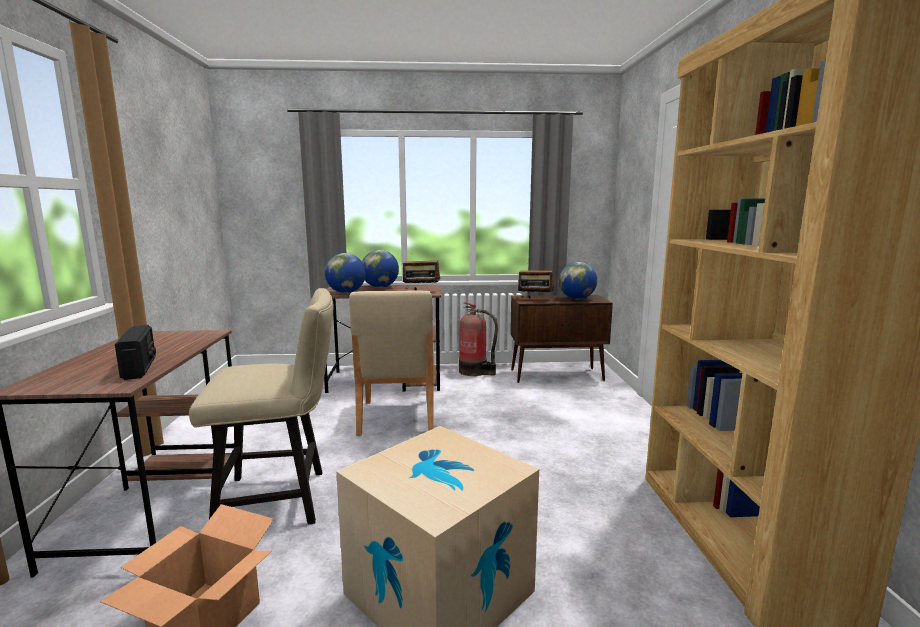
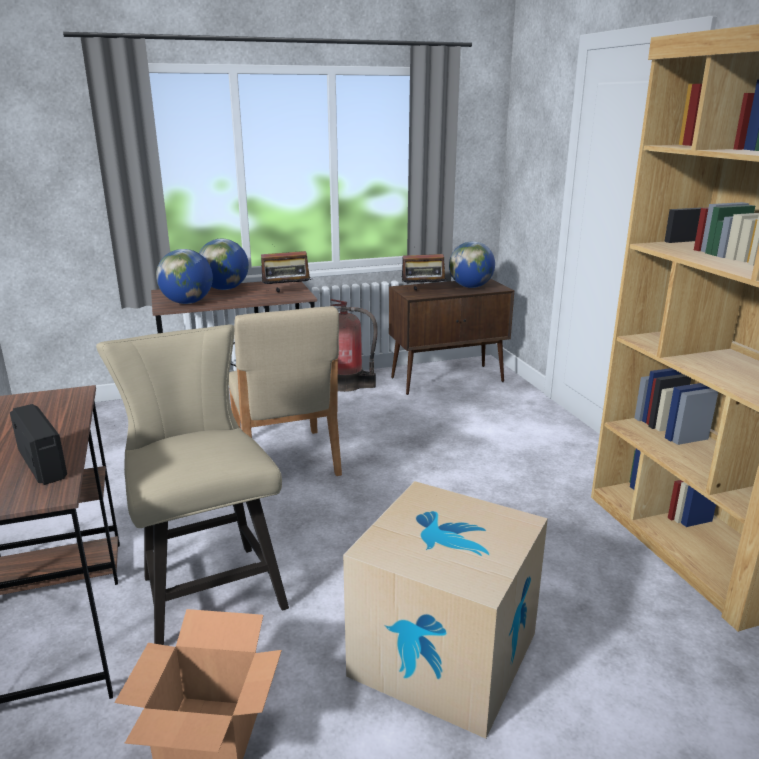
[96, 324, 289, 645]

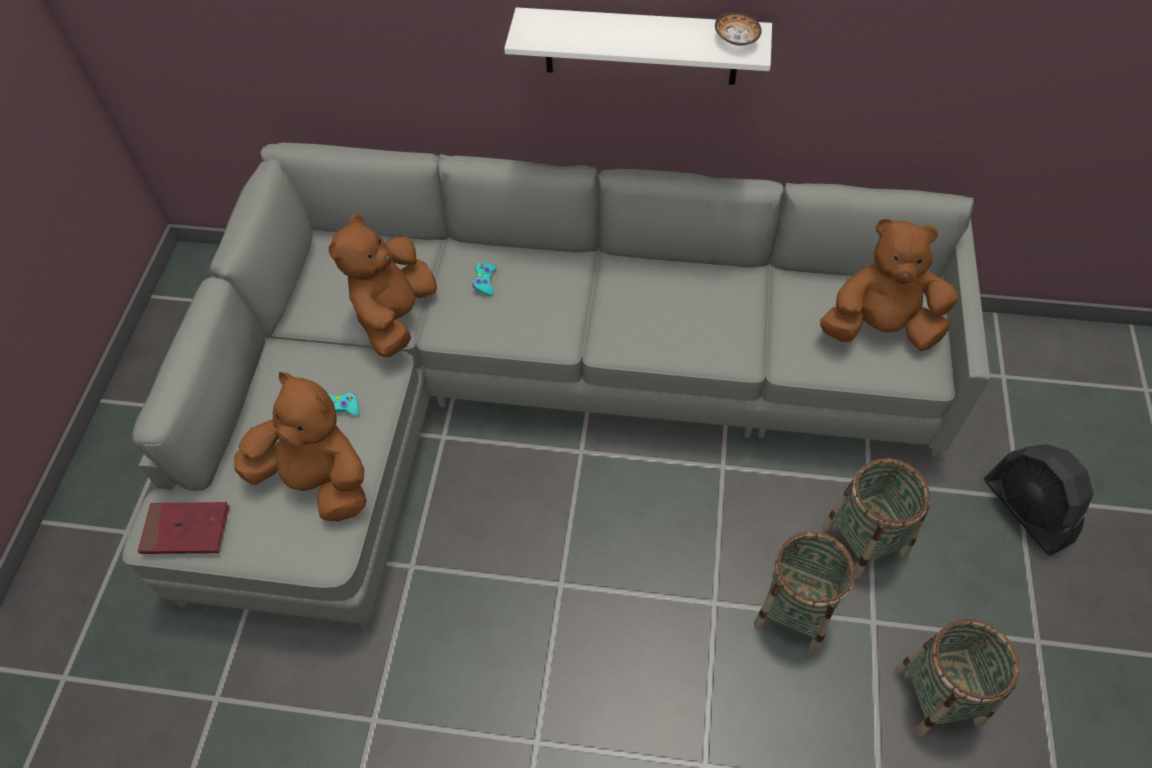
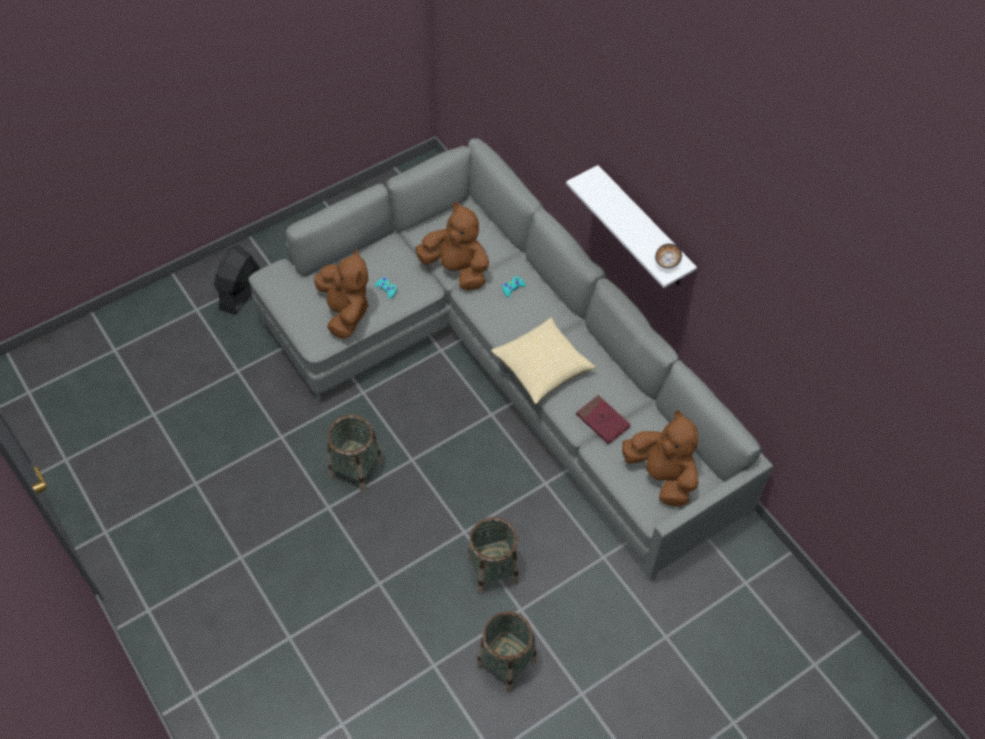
[576, 395, 631, 444]
[415, 202, 489, 290]
[327, 415, 383, 492]
[214, 246, 260, 315]
[491, 317, 596, 404]

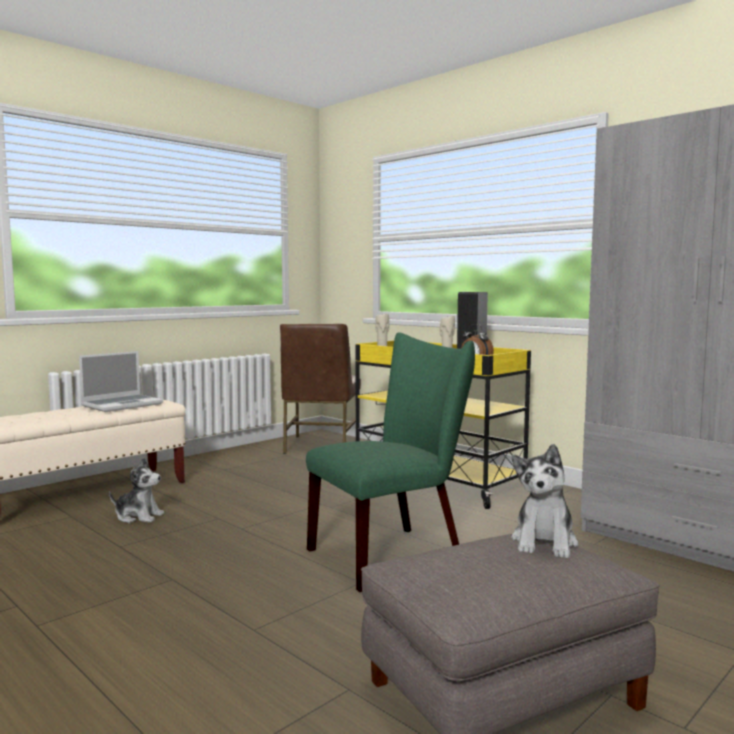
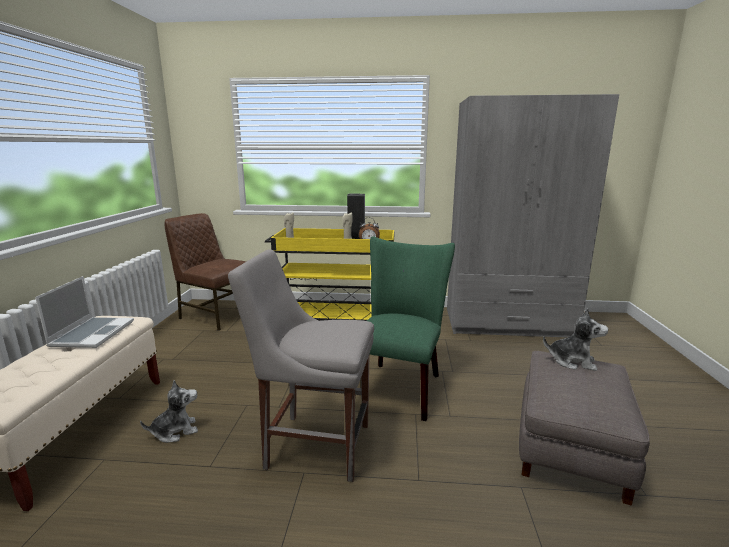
[164, 213, 246, 331]
[543, 308, 609, 371]
[228, 250, 374, 482]

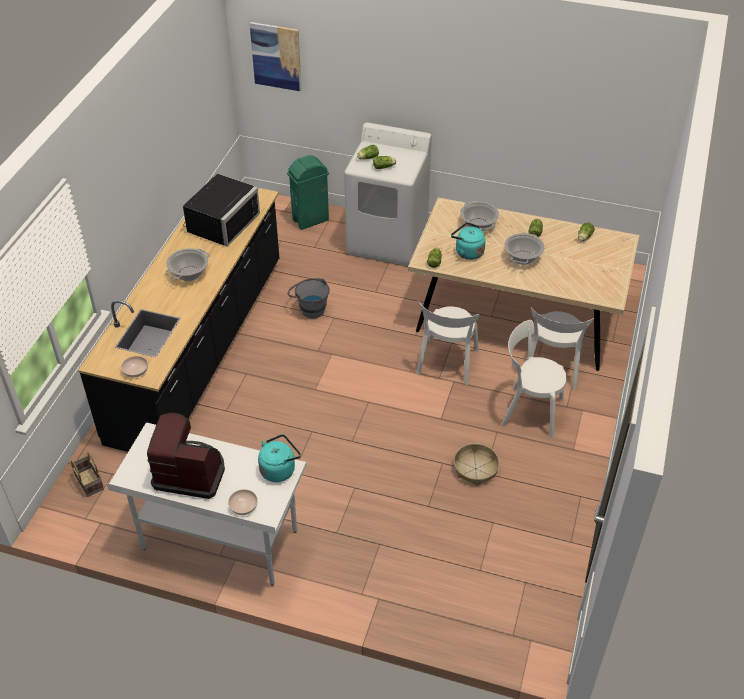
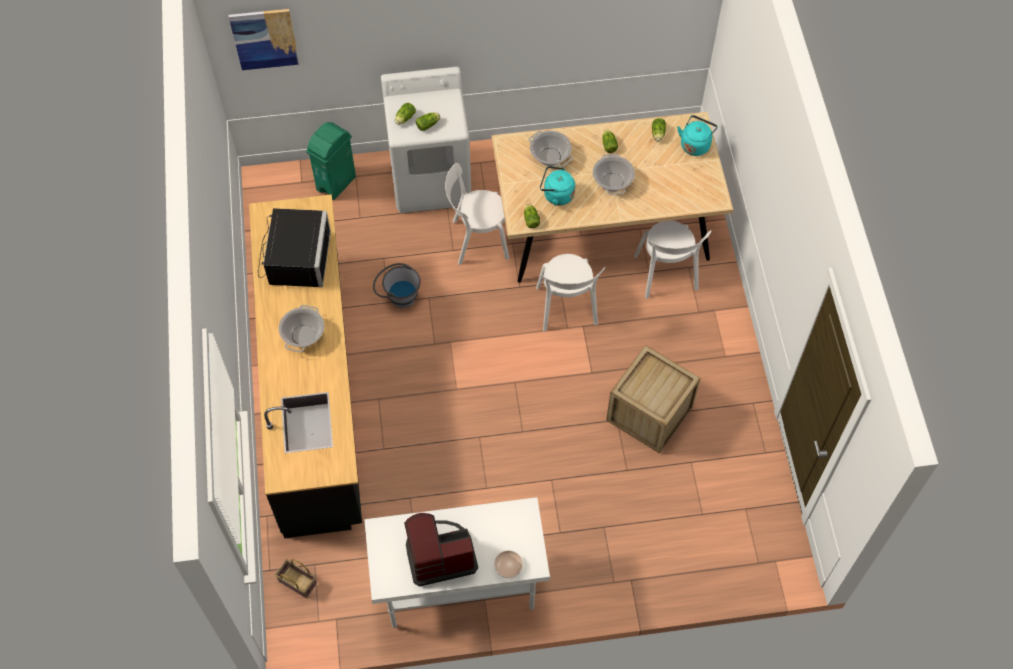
[121, 356, 148, 377] (first image)
[677, 115, 718, 156]
[606, 345, 700, 454]
[445, 163, 509, 265]

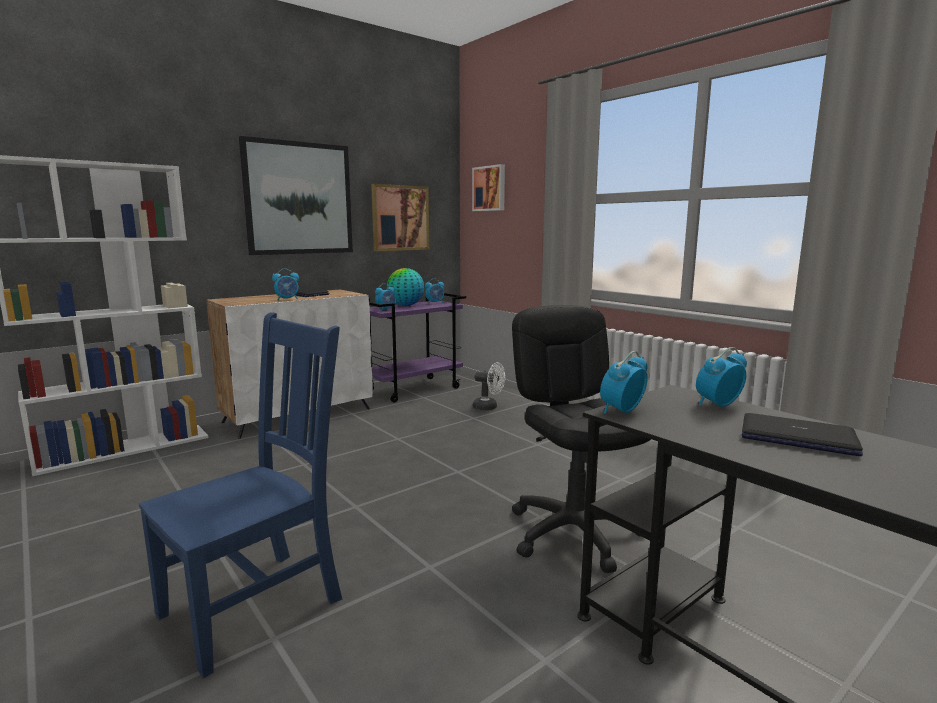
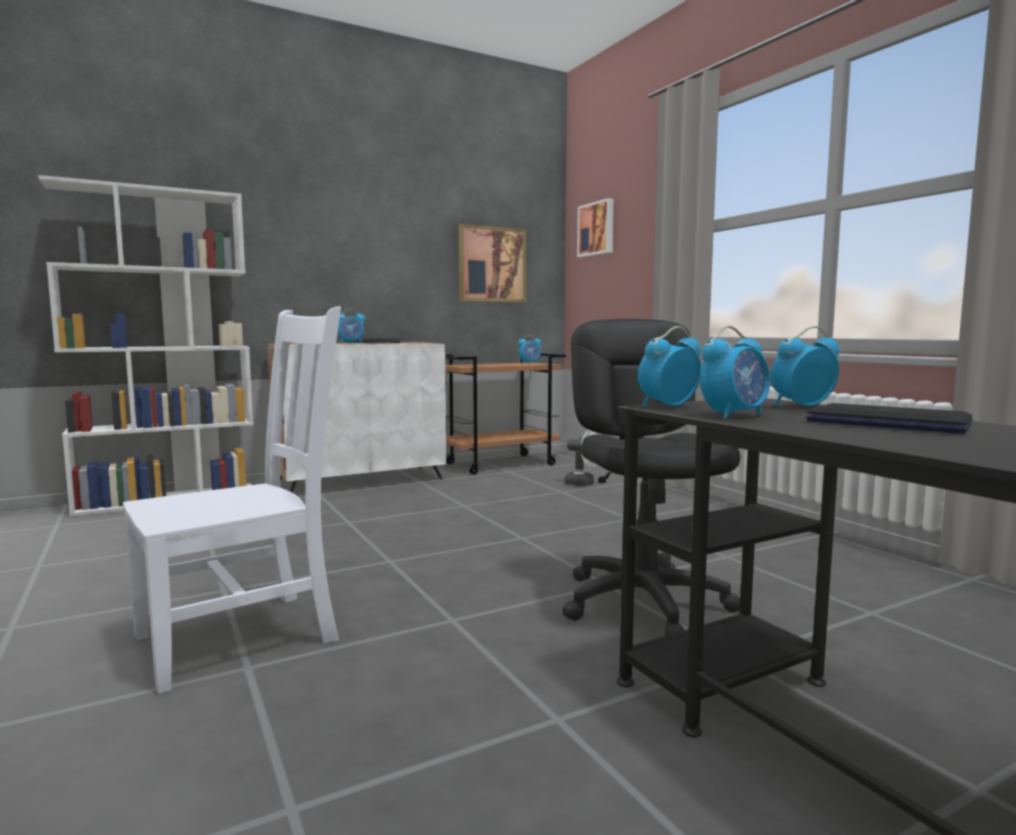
[123, 306, 341, 694]
[239, 136, 353, 255] (first image)
[445, 353, 566, 475]
[700, 326, 770, 419]
[387, 268, 424, 306] (first image)

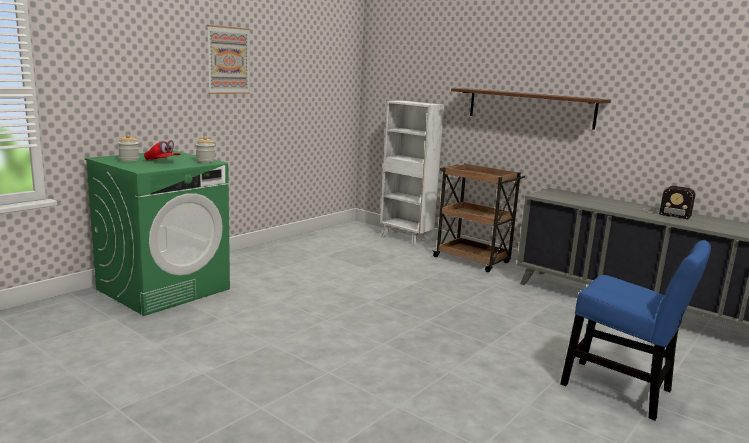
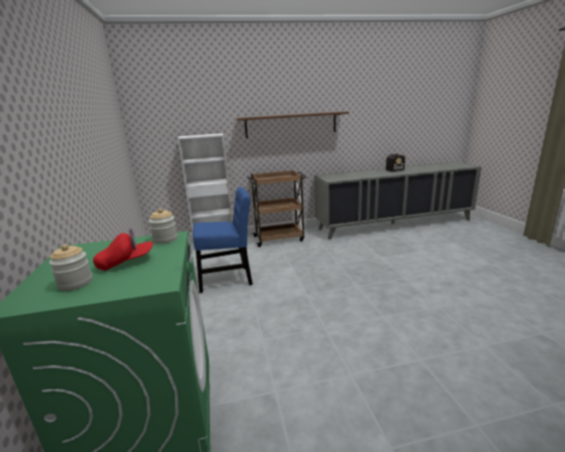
[207, 25, 250, 94] (first image)
[193, 187, 253, 293]

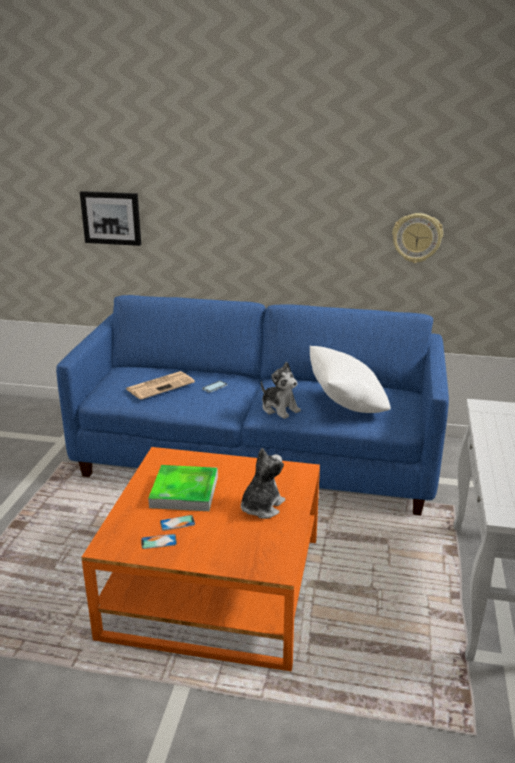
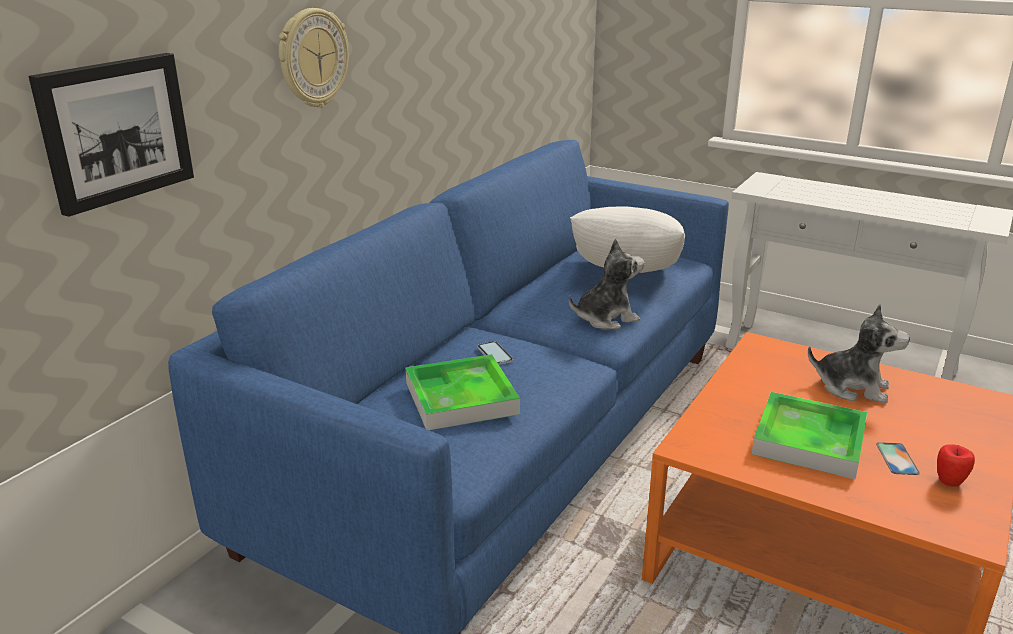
[405, 354, 520, 430]
[937, 444, 975, 487]
[808, 304, 910, 403]
[279, 8, 349, 108]

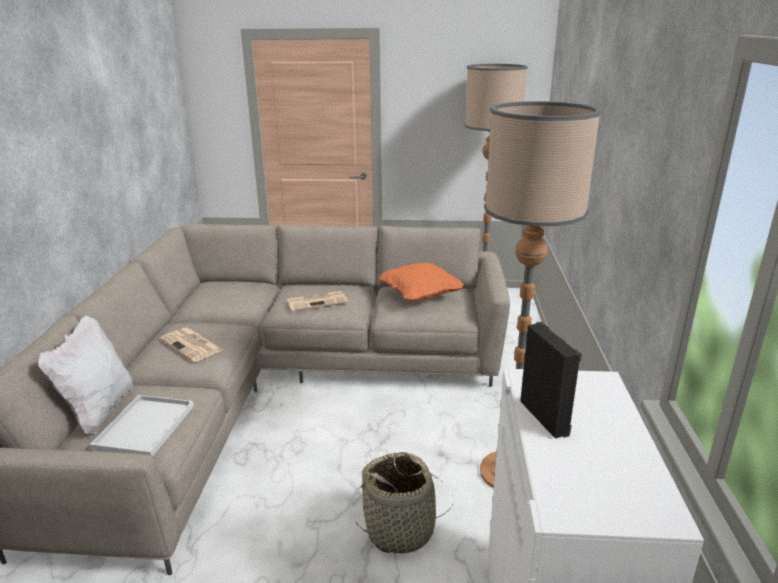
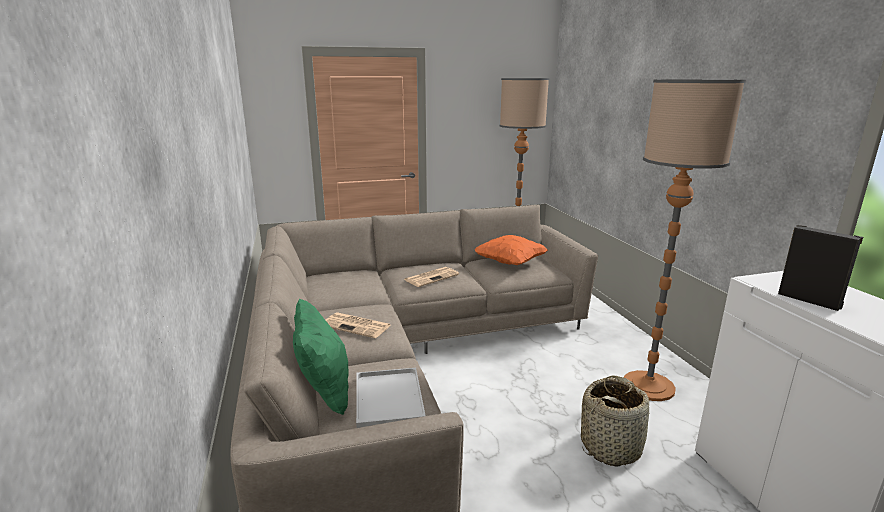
[293, 298, 349, 415]

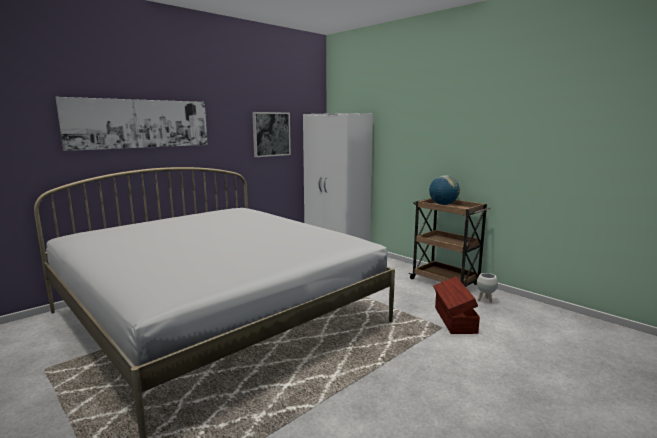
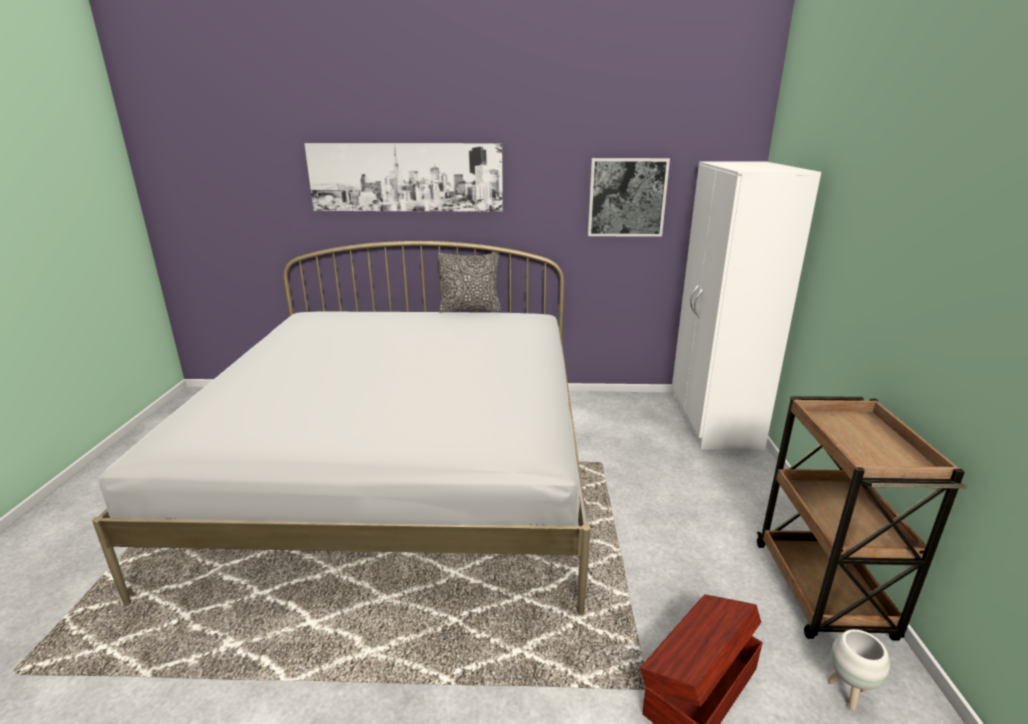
[429, 175, 460, 205] (first image)
[438, 252, 501, 313]

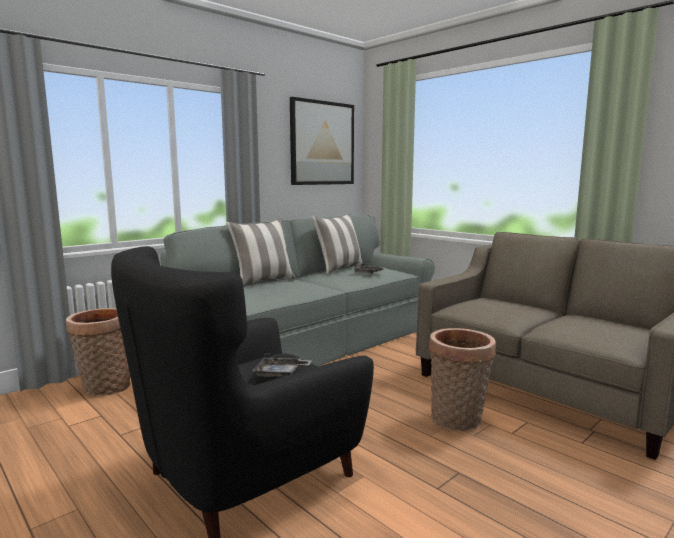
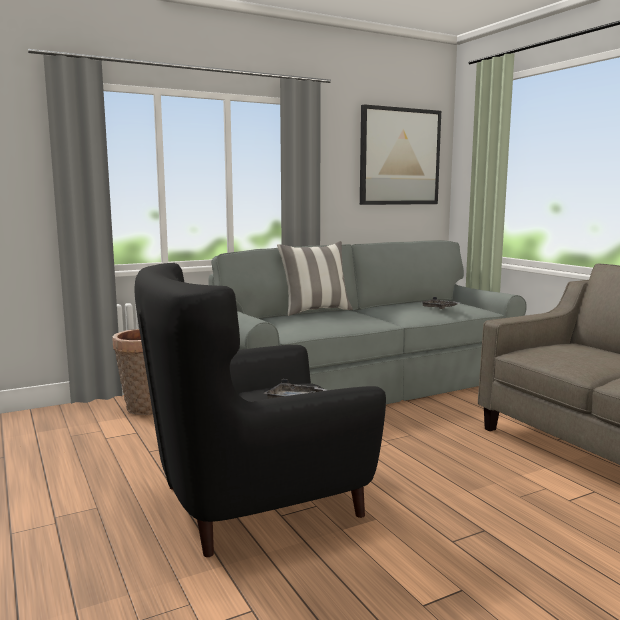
[312, 213, 363, 274] (first image)
[429, 328, 496, 431] (first image)

